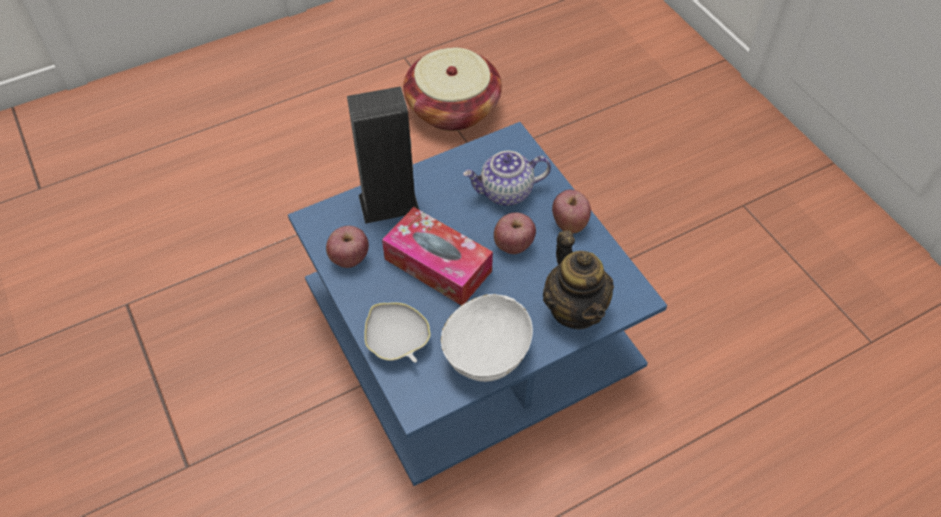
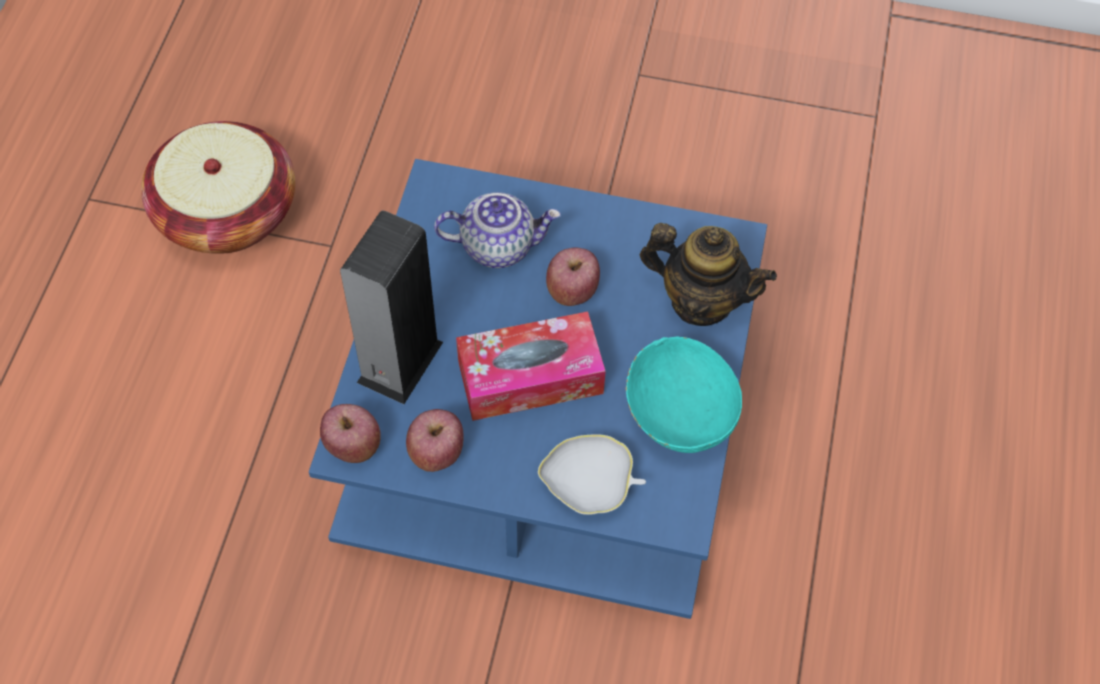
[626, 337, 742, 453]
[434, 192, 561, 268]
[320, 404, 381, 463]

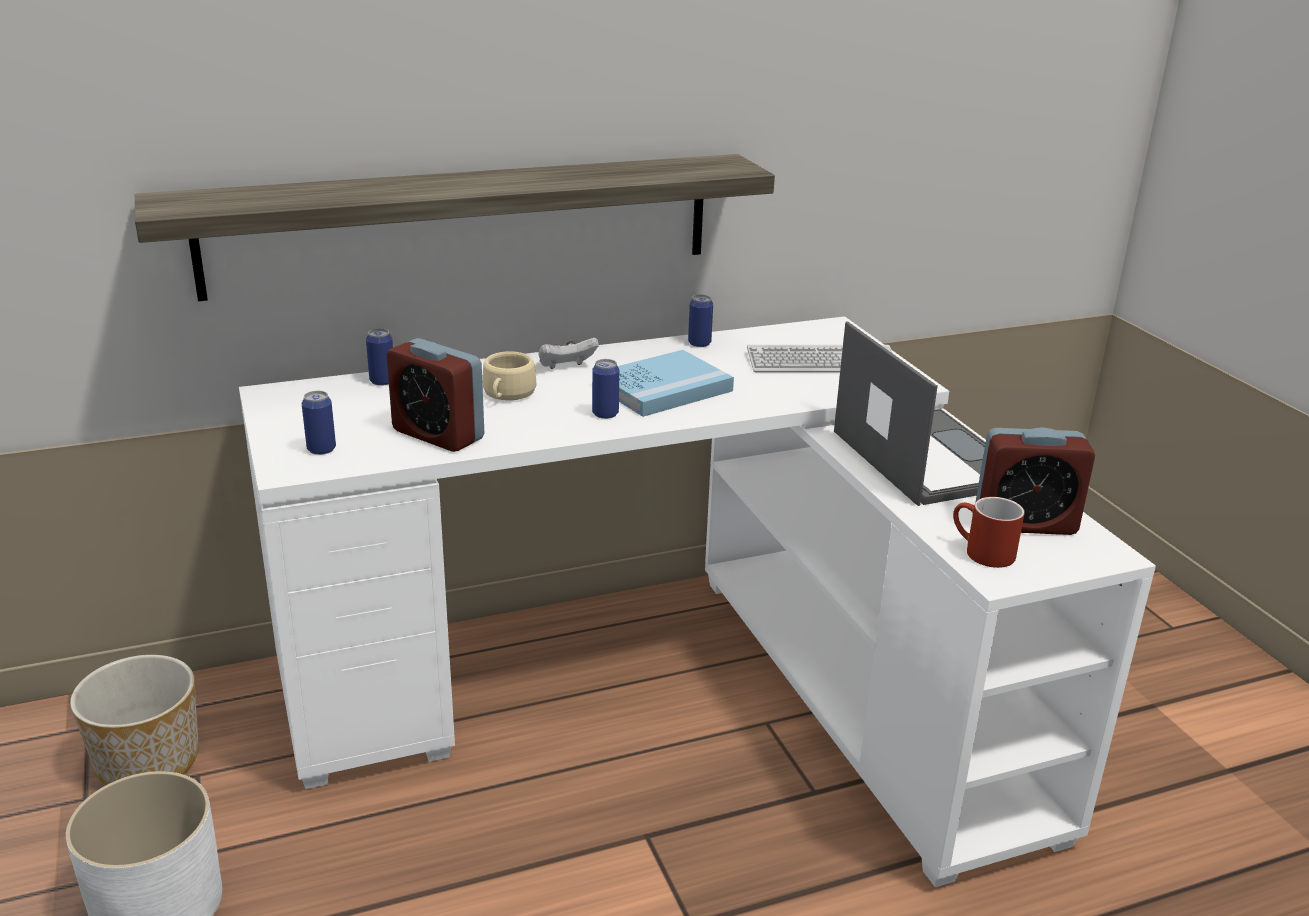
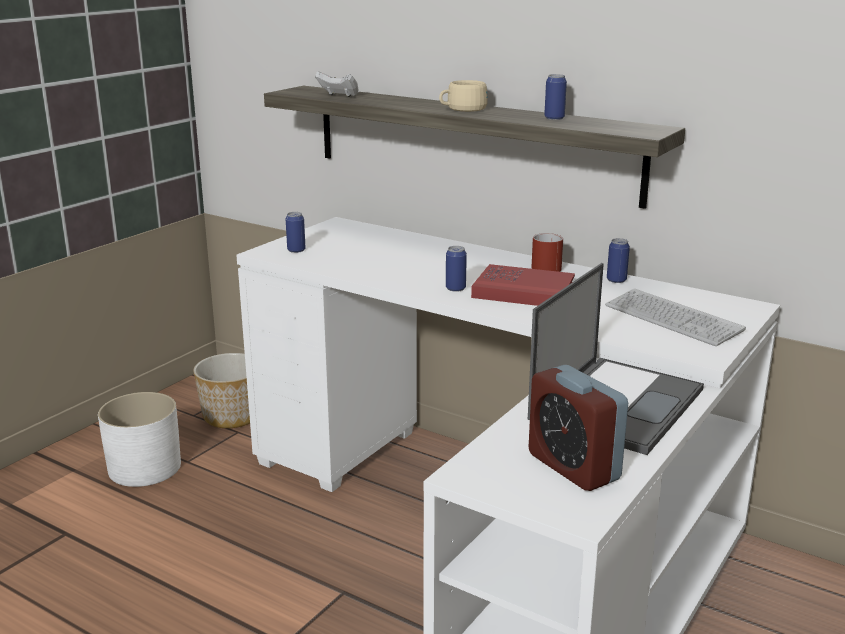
[544, 74, 567, 120]
[387, 338, 484, 452] (first image)
[439, 80, 487, 112]
[315, 71, 358, 97]
[471, 264, 575, 306]
[531, 233, 563, 272]

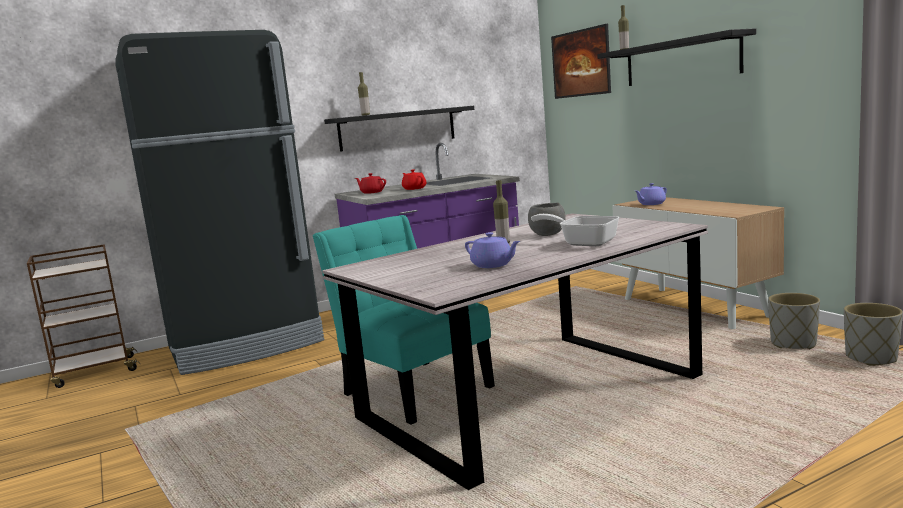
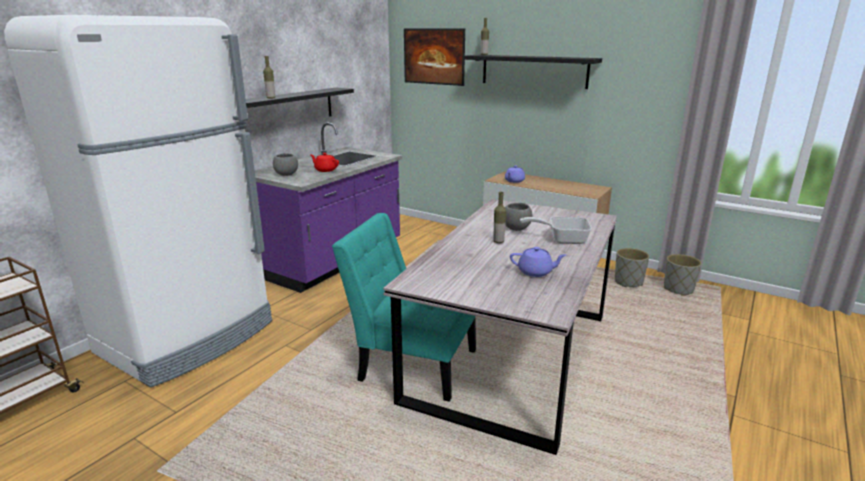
[4, 15, 272, 388]
[273, 153, 298, 176]

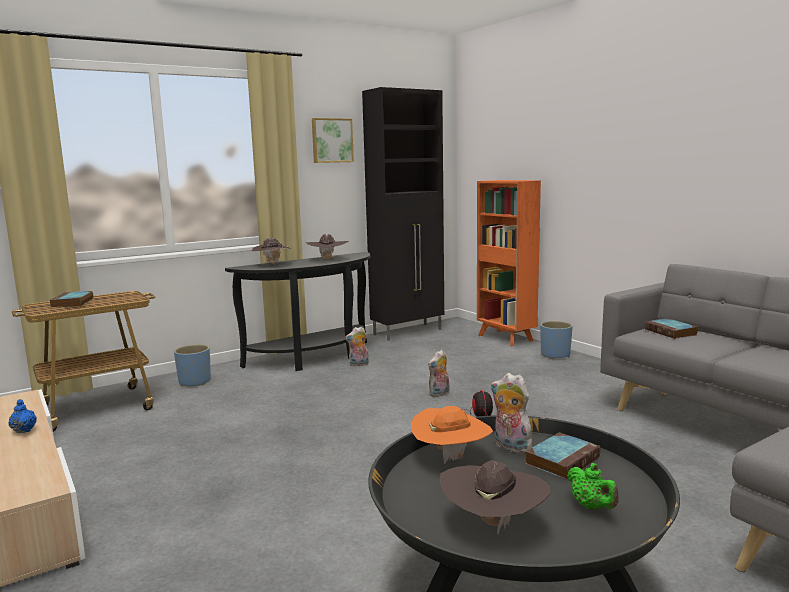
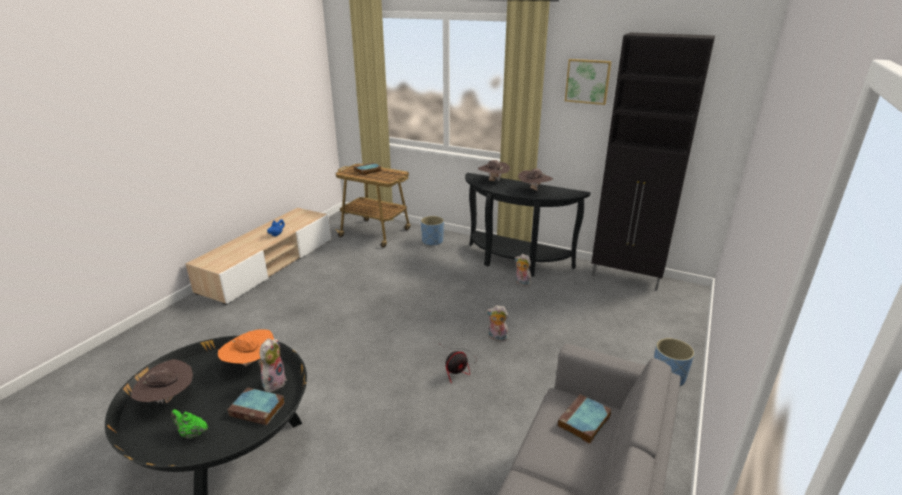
[477, 180, 541, 346] (first image)
[171, 409, 208, 439]

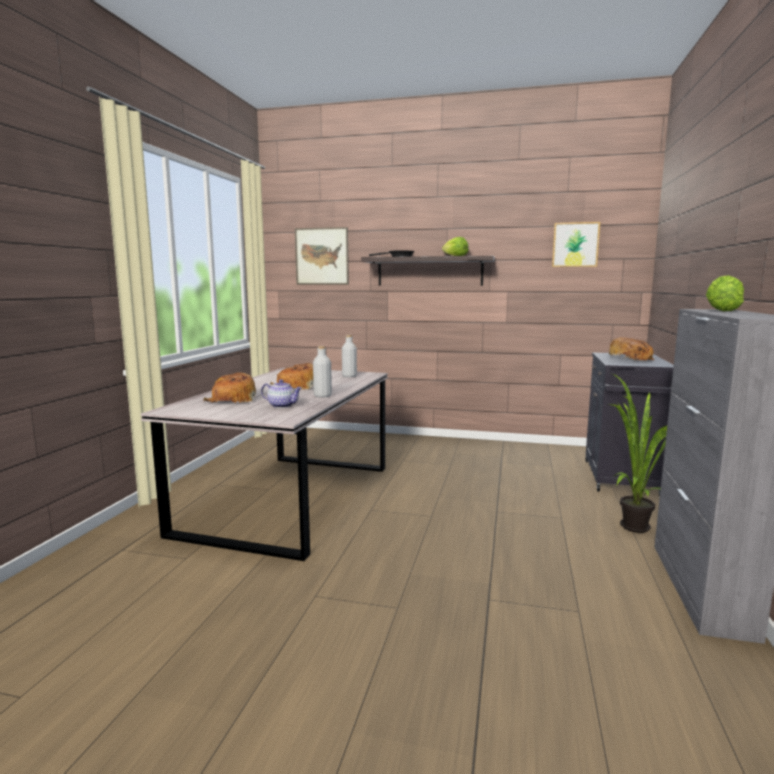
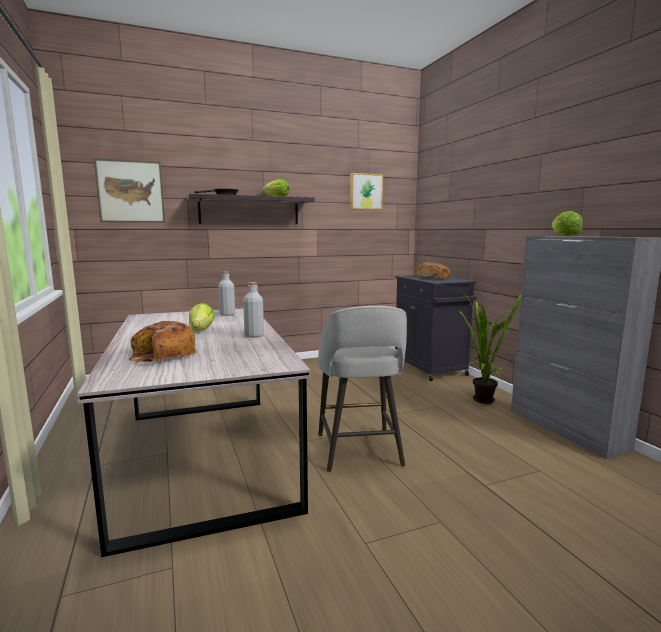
[261, 379, 302, 408] (first image)
[189, 303, 215, 331]
[318, 306, 407, 472]

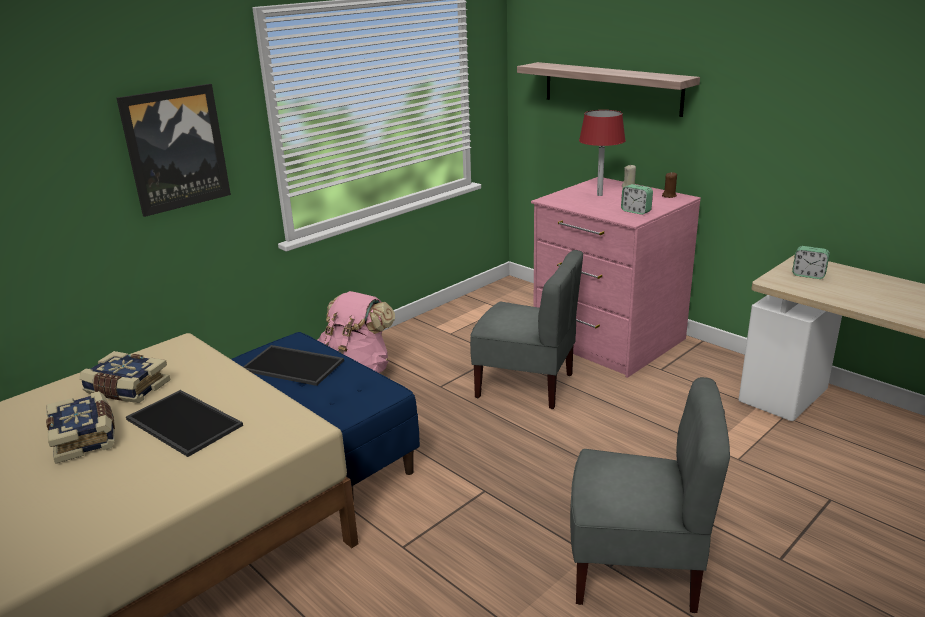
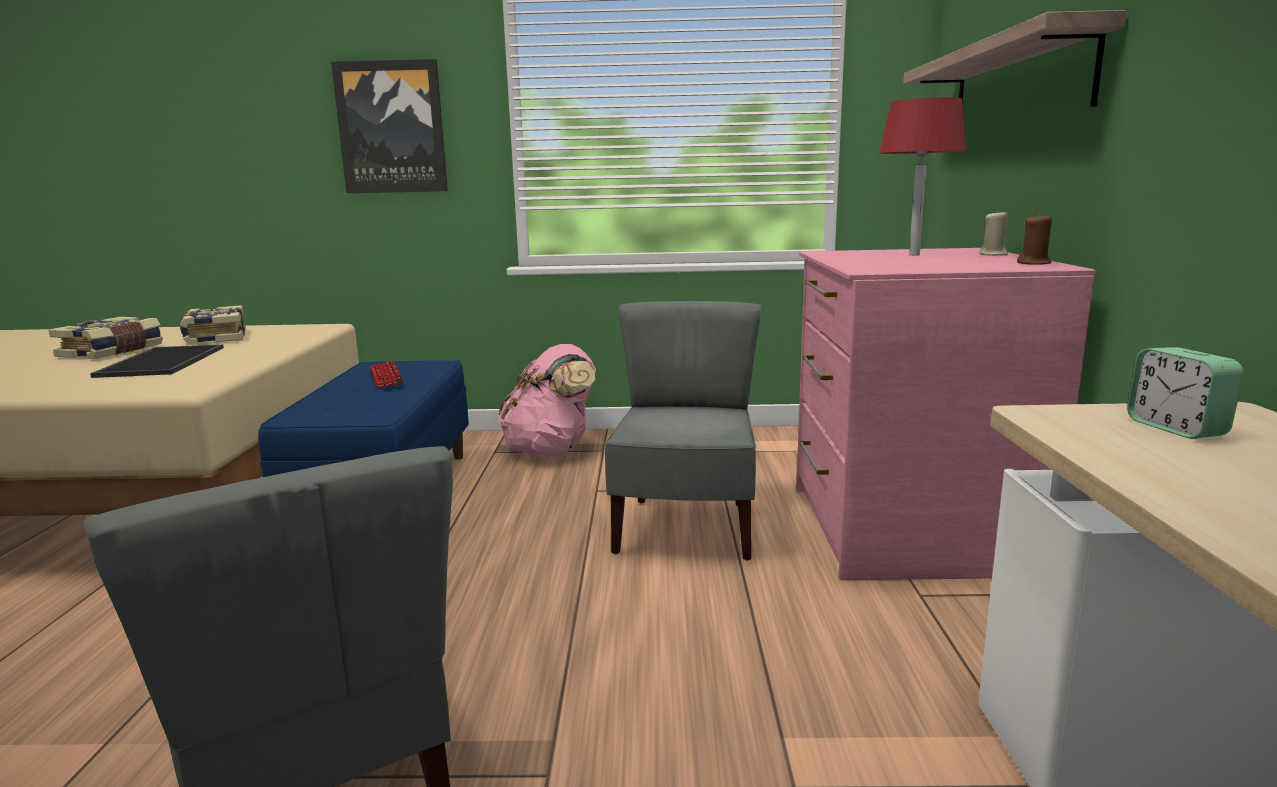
[369, 361, 404, 388]
[605, 301, 761, 561]
[621, 184, 653, 215] (first image)

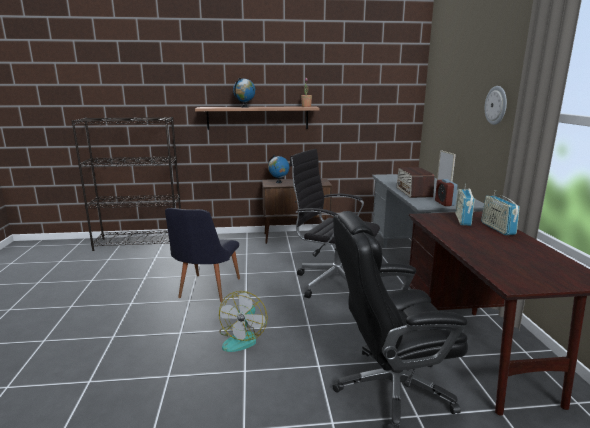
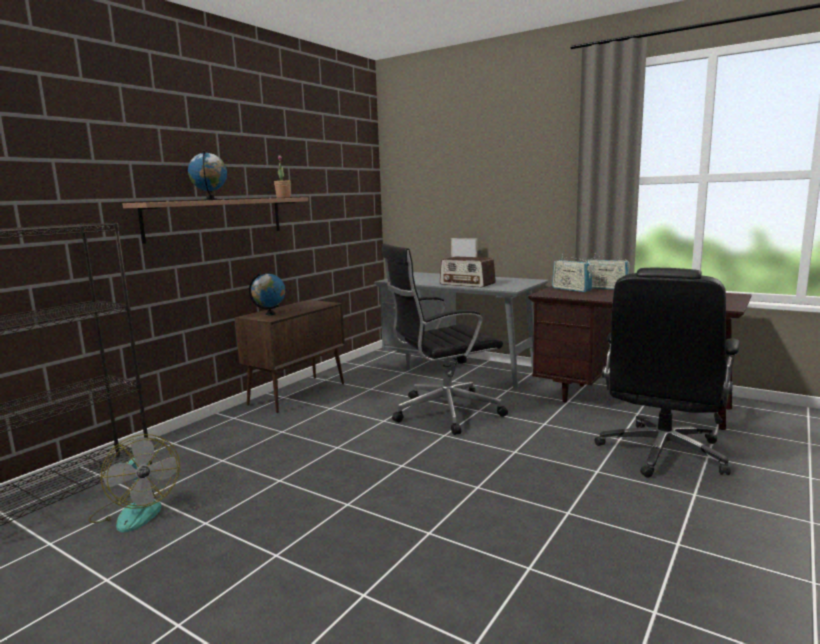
[165, 208, 240, 302] (first image)
[88, 434, 180, 533]
[435, 179, 457, 206] (first image)
[485, 86, 507, 125] (first image)

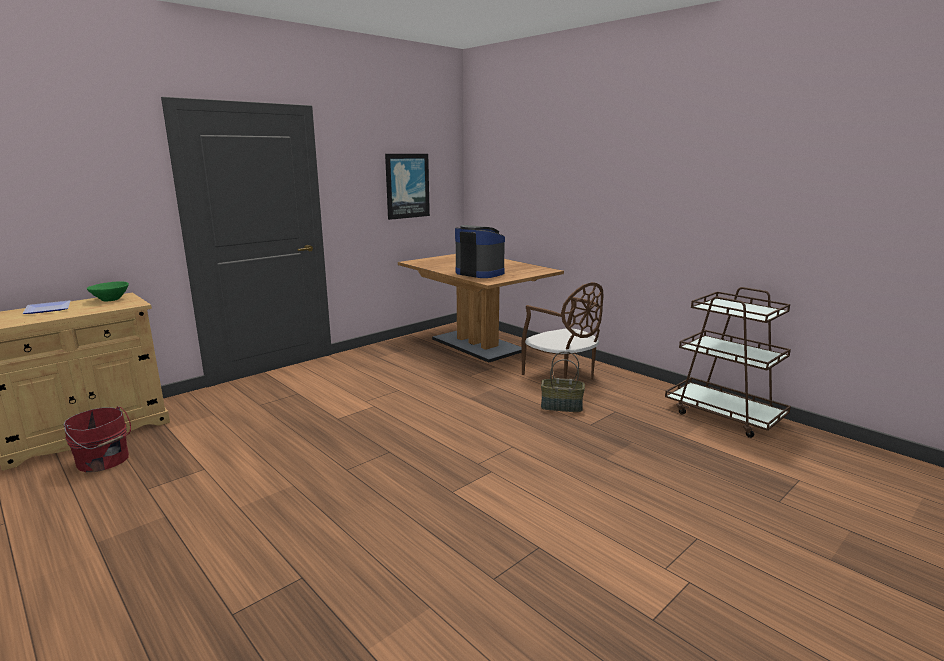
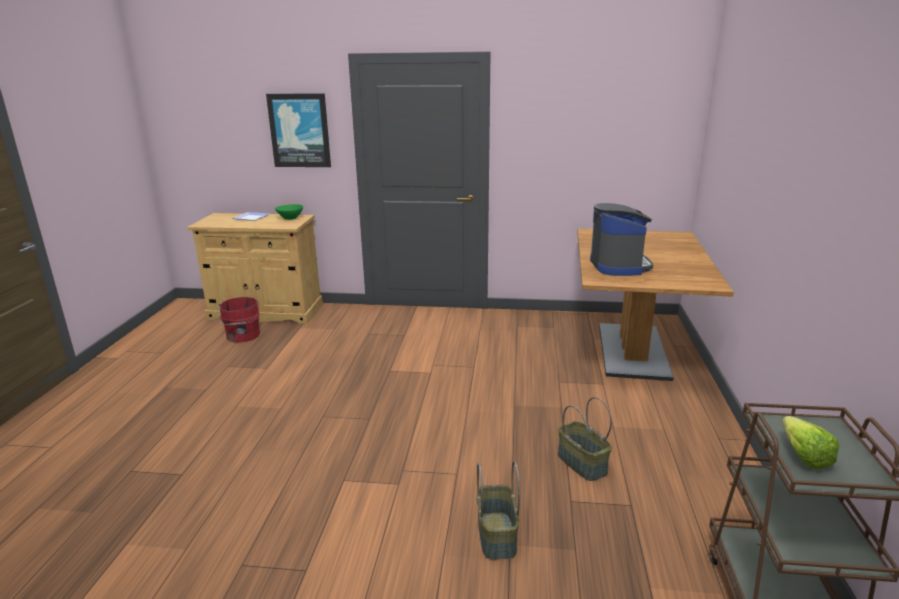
[266, 93, 331, 167]
[521, 282, 603, 380] (first image)
[476, 461, 520, 560]
[782, 416, 839, 469]

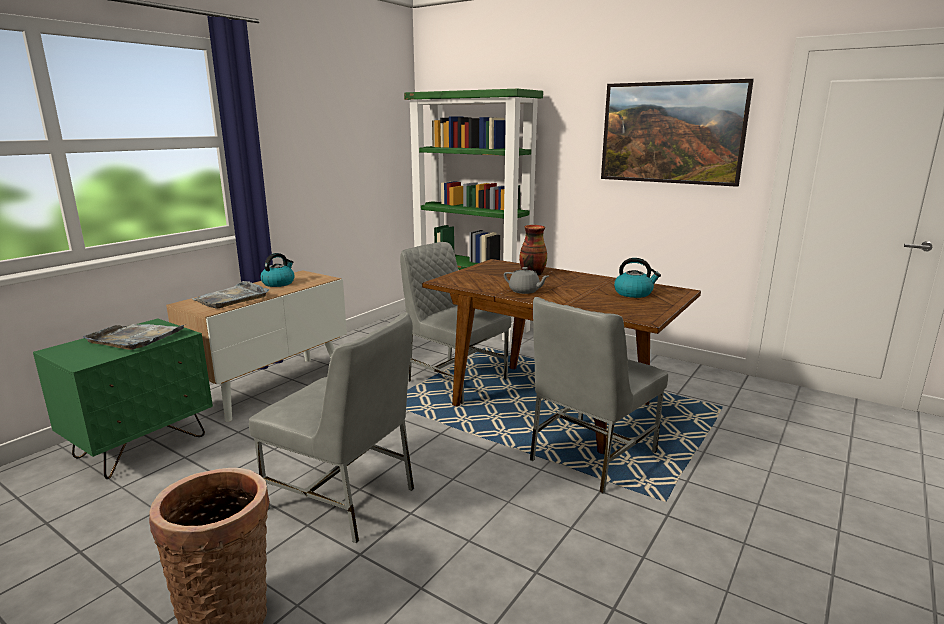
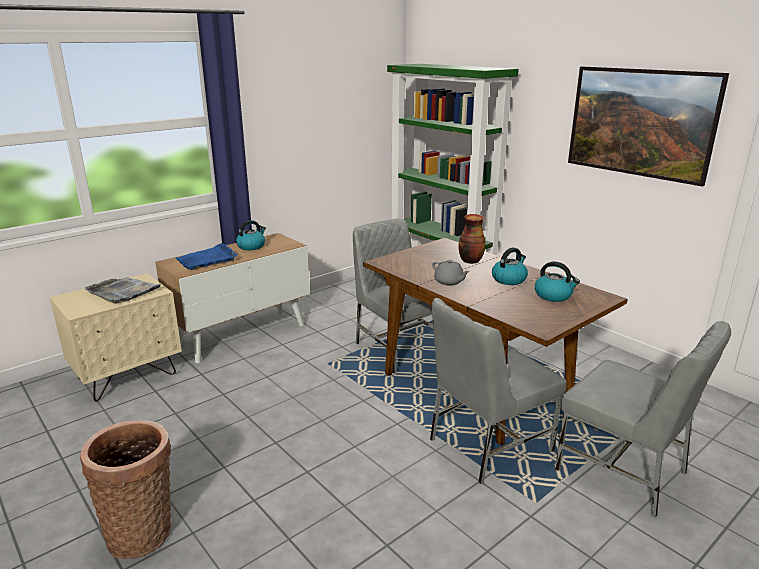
[50, 273, 182, 402]
[176, 243, 237, 270]
[555, 321, 731, 518]
[492, 248, 528, 285]

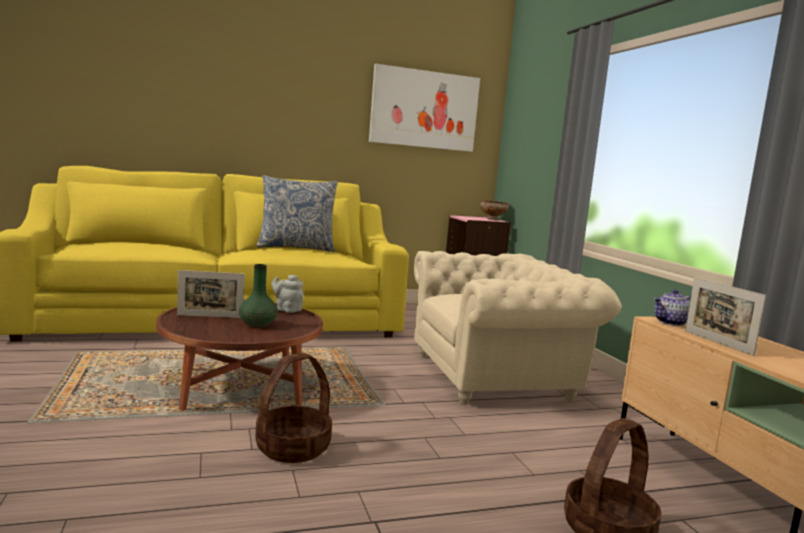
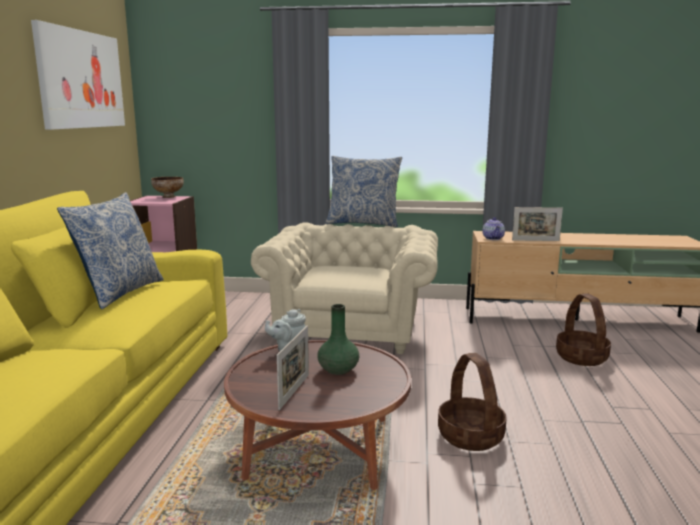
[326, 156, 402, 227]

